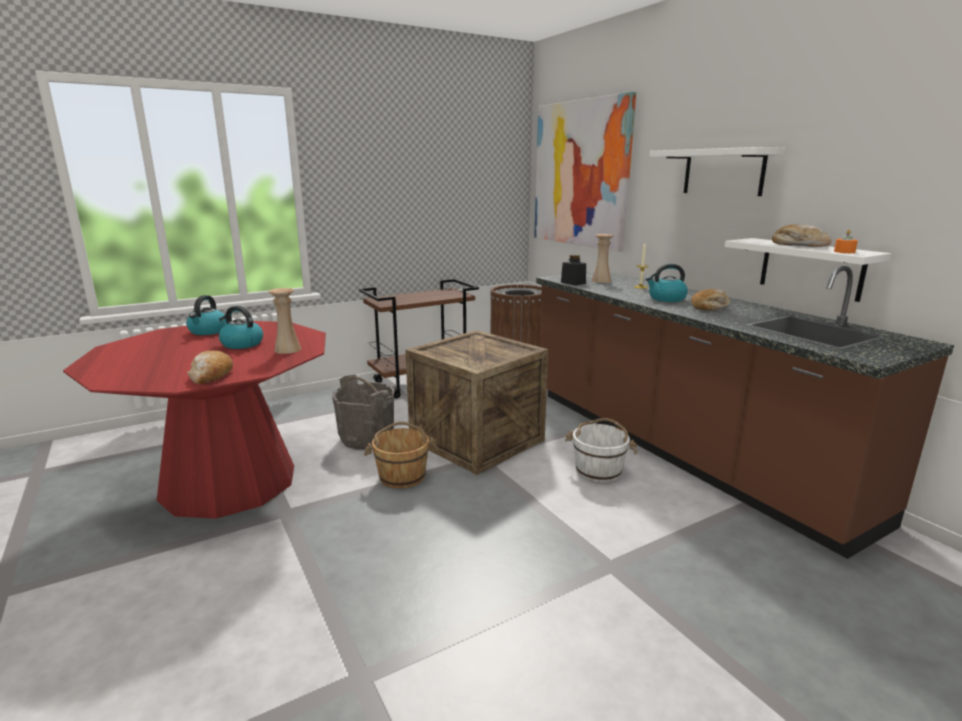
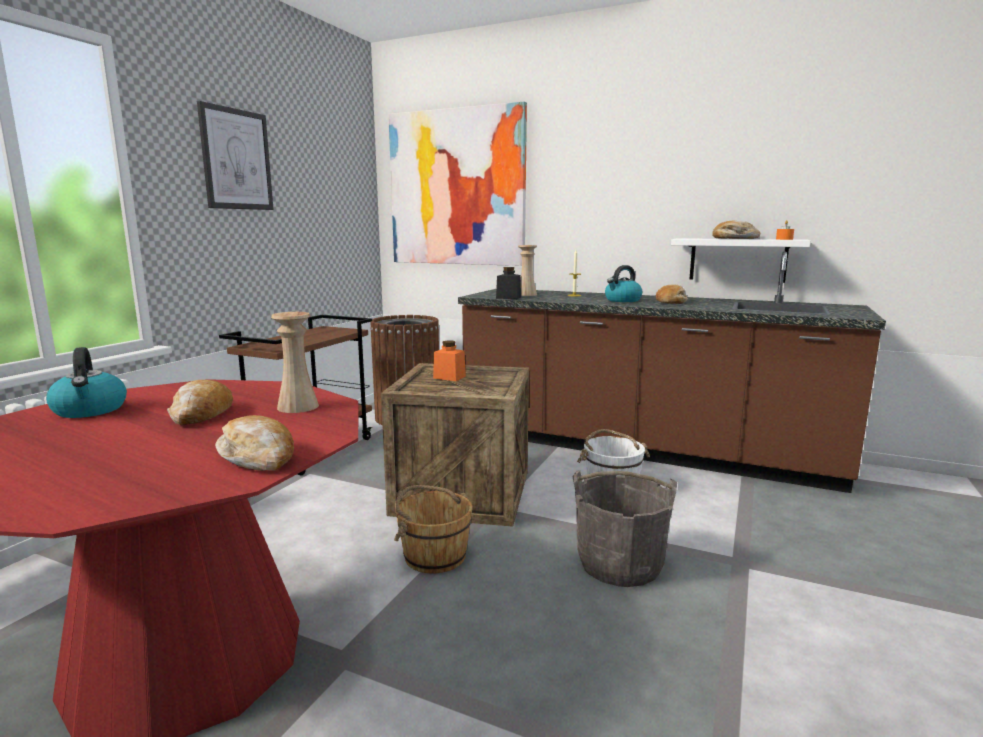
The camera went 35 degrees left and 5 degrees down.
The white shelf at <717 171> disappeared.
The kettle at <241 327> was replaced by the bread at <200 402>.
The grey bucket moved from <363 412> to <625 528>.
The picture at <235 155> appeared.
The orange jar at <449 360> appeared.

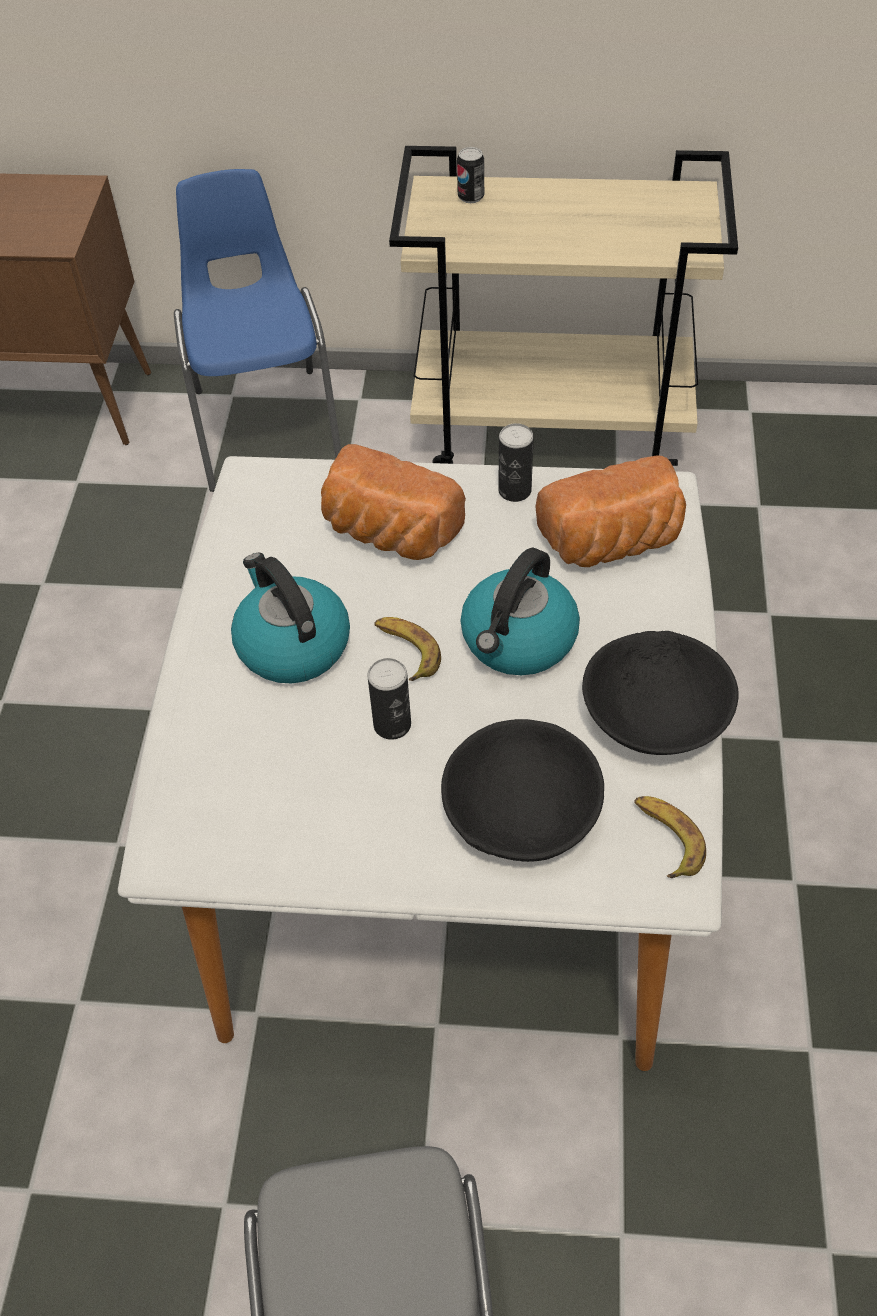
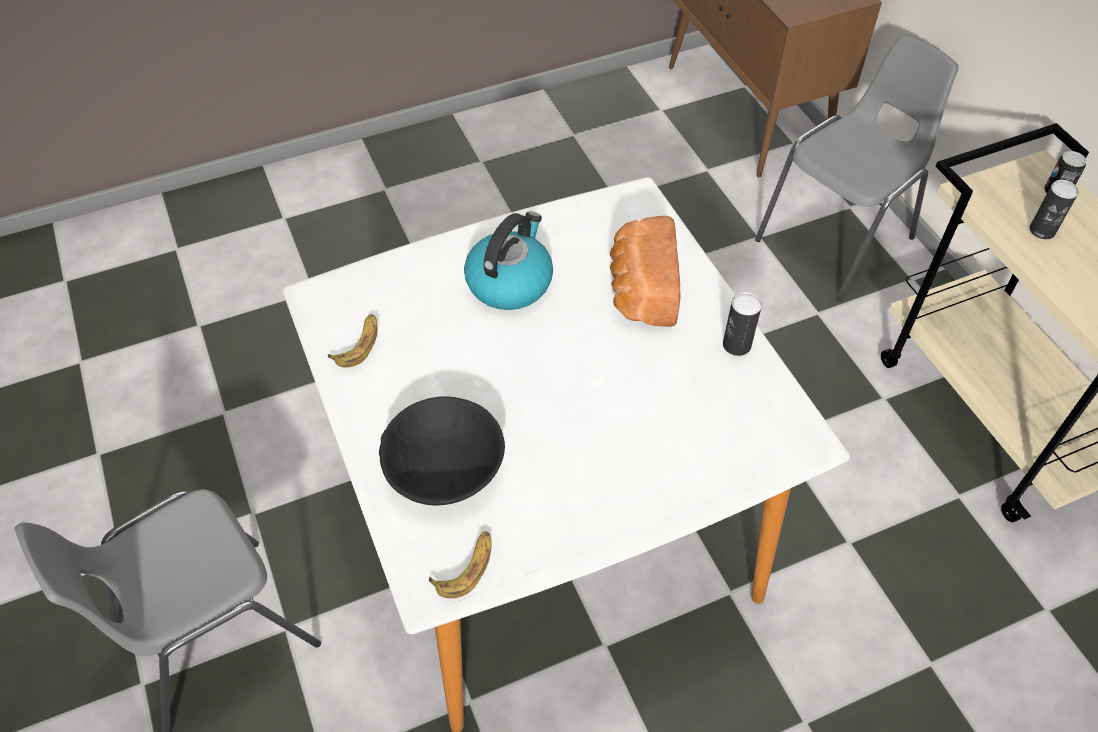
The camera went 60 degrees right and 0 degrees up.
The blue chair at <257 330> became the grey chair at <857 168>.
The bread at <611 511> disappeared.
The kettle at <520 611> disappeared.
The banana moved from <407 649> to <353 340>.
The black bowl at <660 693> disappeared.
The can moved from <389 699> to <1054 209>.

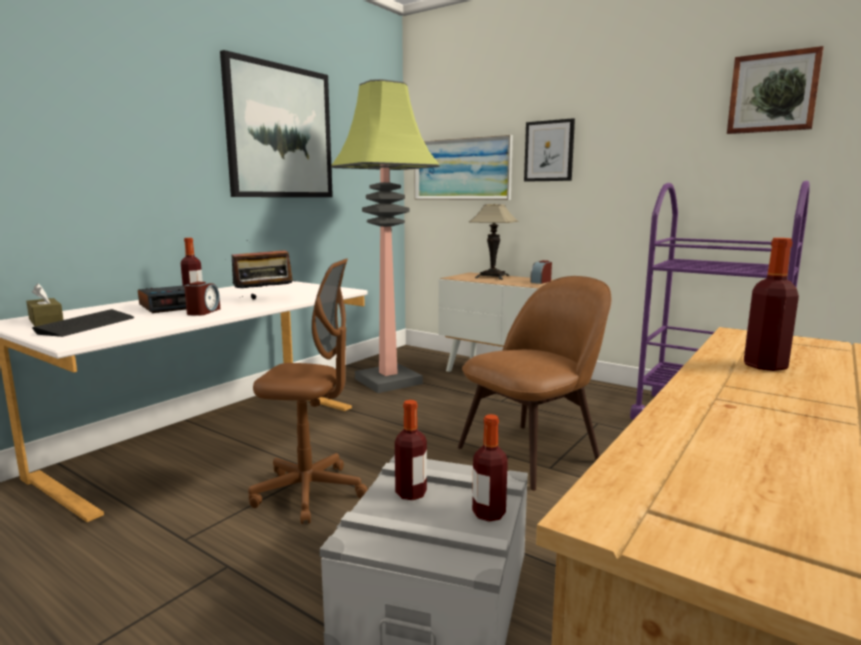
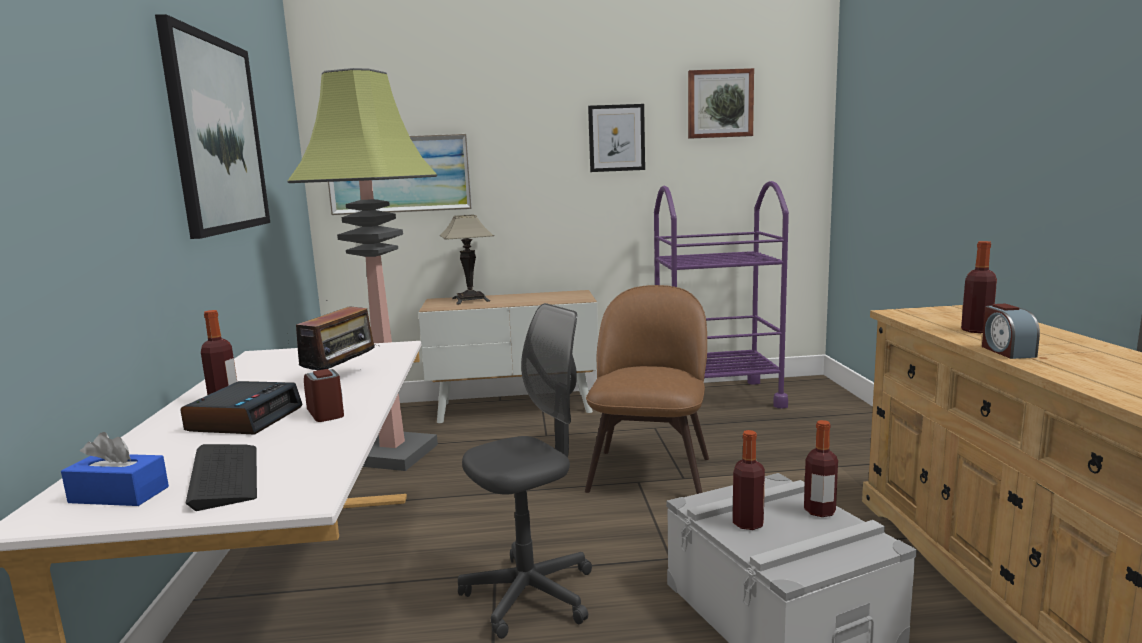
The camera went 40 degrees left and 0 degrees up.
The picture moved from <549 150> to <616 138>.
The brown office chair at <308 391> became the grey office chair at <525 471>.
The alarm clock moved from <541 272> to <1011 331>.
The brown tissue box at <45 304> became the blue tissue box at <115 469>.

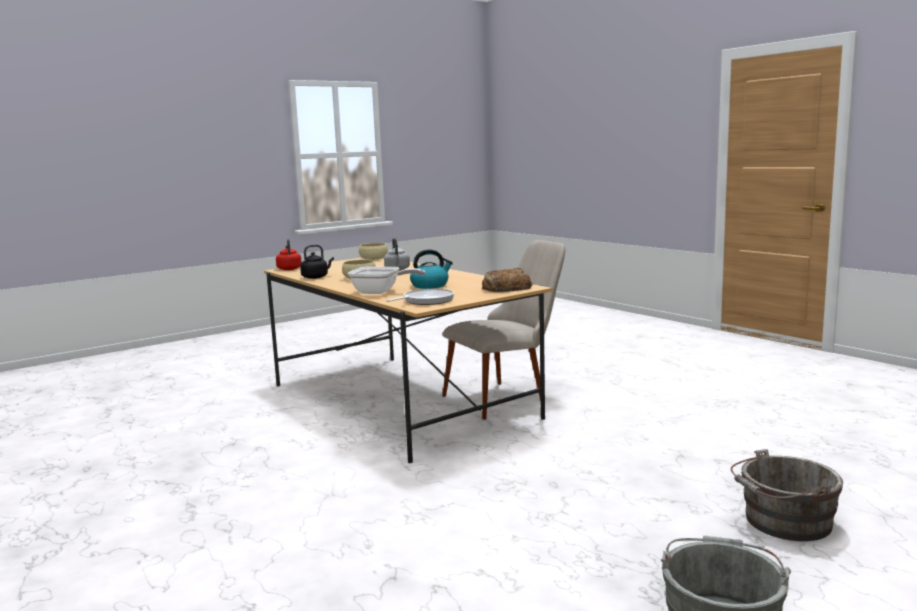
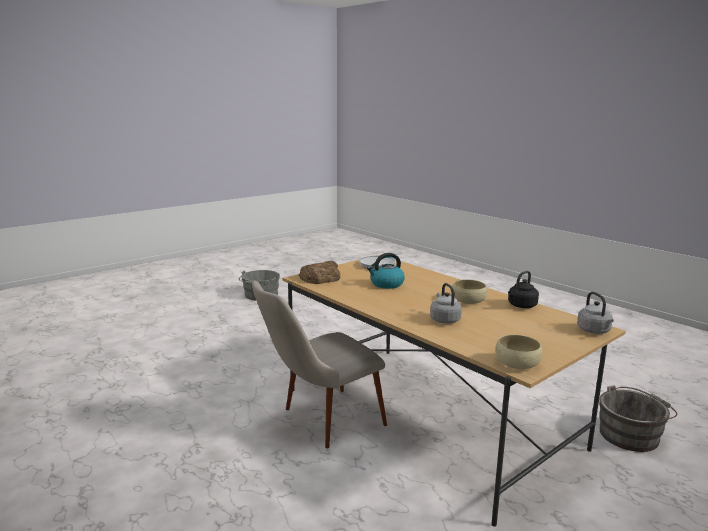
The camera went 175 degrees right and 5 degrees up.
The red kettle at <289 254> became the grey kettle at <595 313>.
The frying pan at <387 280> disappeared.
The grey bucket moved from <787 495> to <638 418>.

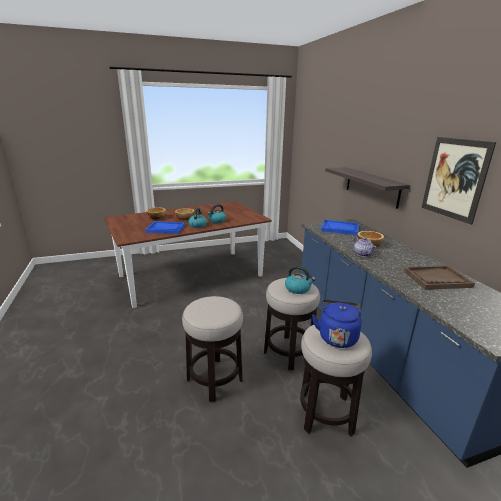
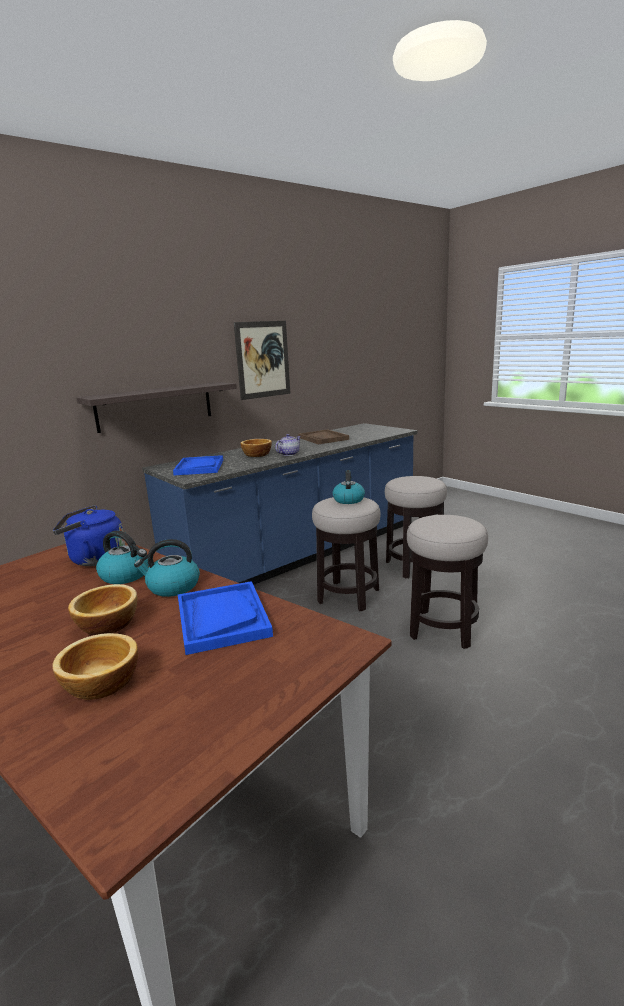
The camera went 110 degrees left and 5 degrees down.
The blue kettle moved from <337 323> to <89 535>.

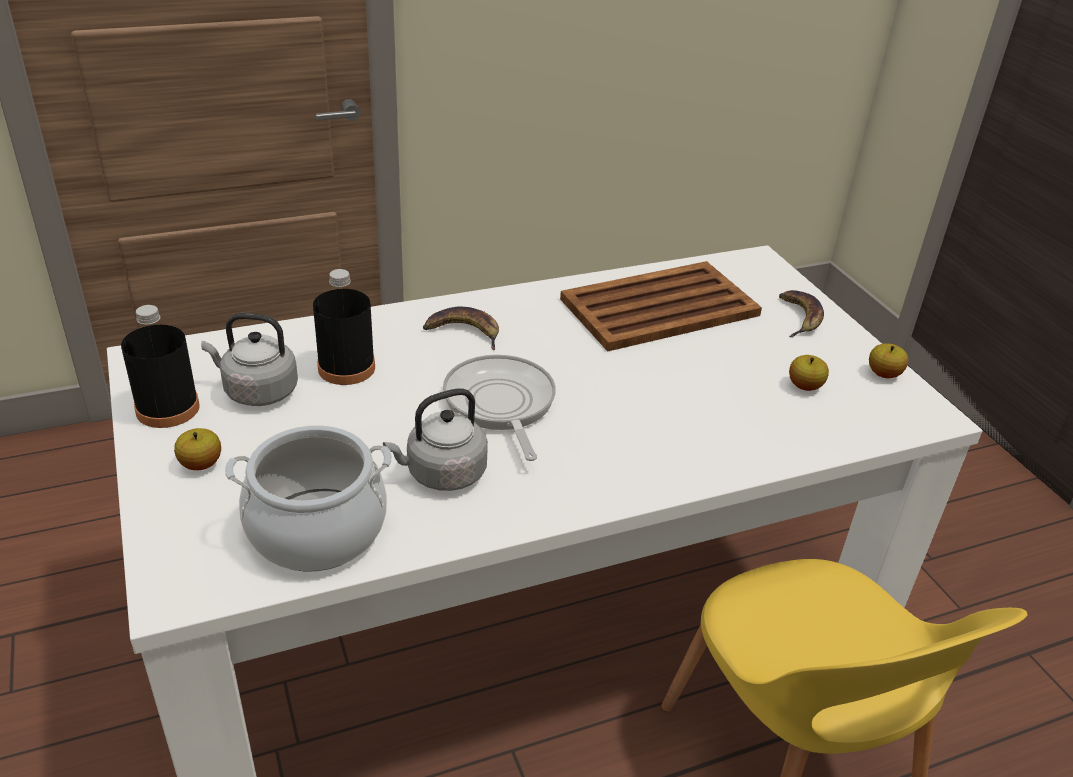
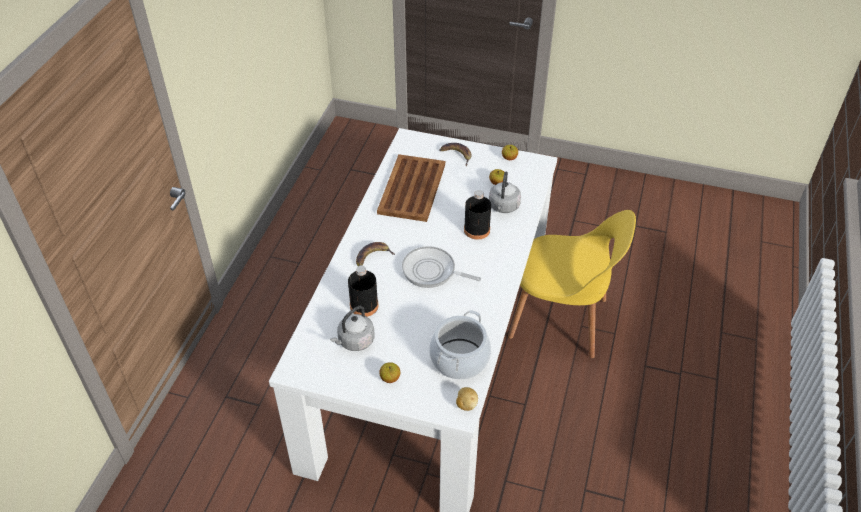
The camera went 50 degrees left and 10 degrees up.
The black bottle moved from <160 366> to <477 215>.
The grey kettle moved from <435 439> to <505 192>.
The potato at <467 399> appeared.

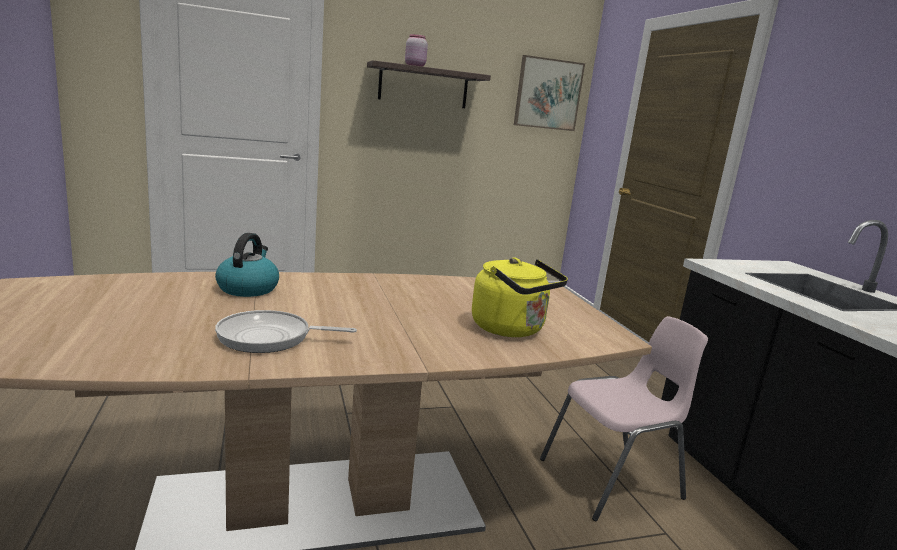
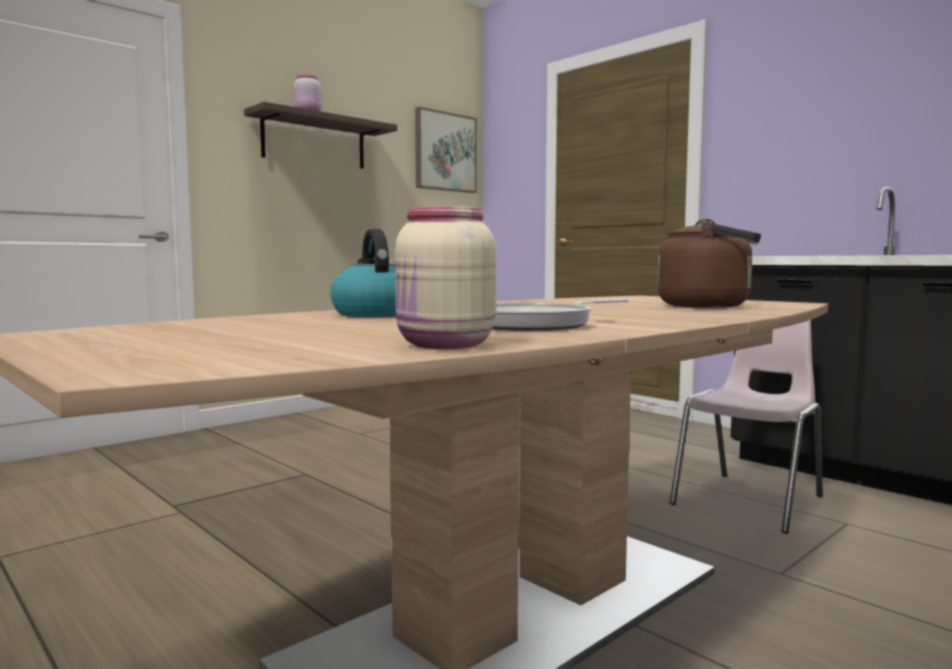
The camera went 25 degrees left and 10 degrees down.
The yellow kettle at <520 297> became the brown kettle at <709 263>.
The beige jar at <445 277> appeared.

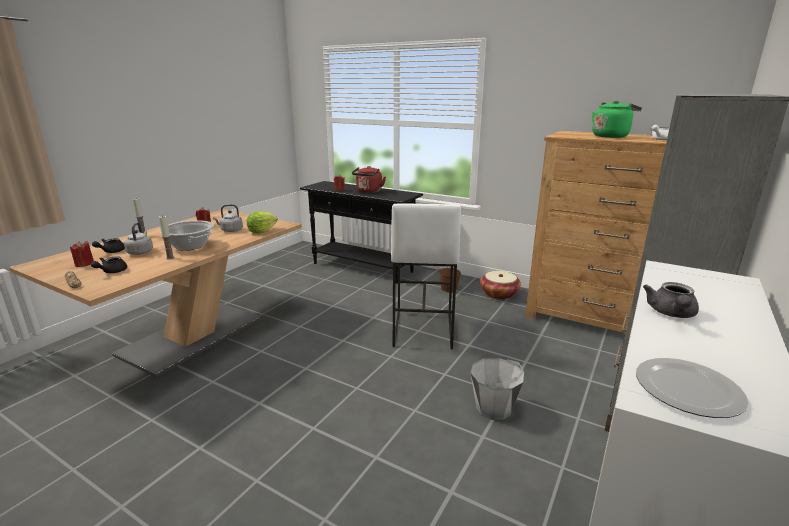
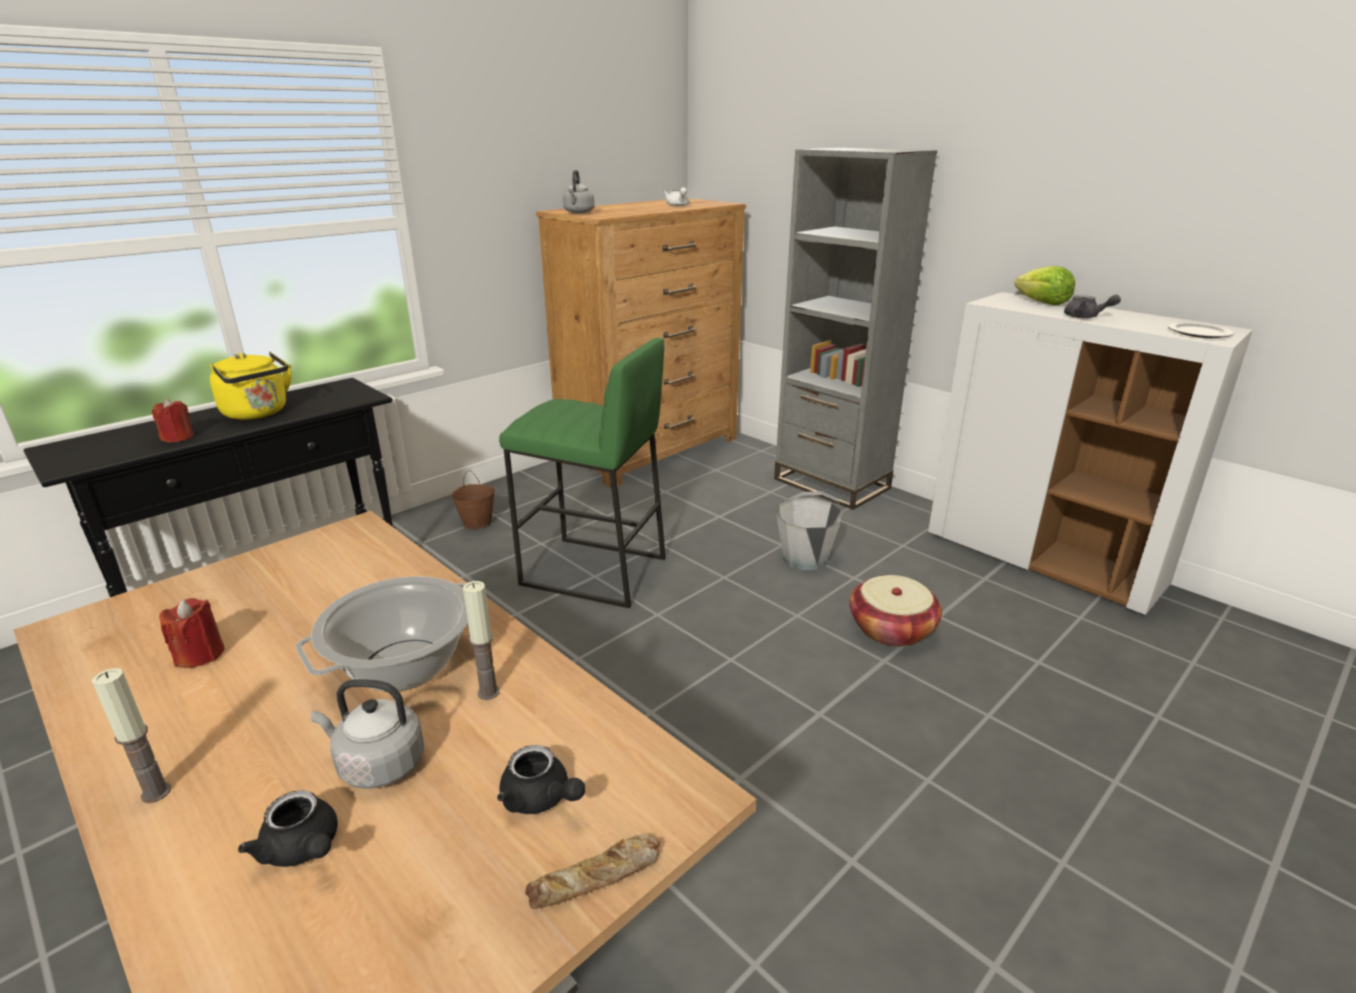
The camera went 75 degrees left and 5 degrees up.
The green kettle at <617 119> disappeared.
The red kettle at <369 179> became the yellow kettle at <251 386>.
The white stool at <426 276> became the green stool at <582 473>.
The grey kettle moved from <228 218> to <578 191>.
The lettuce moved from <262 222> to <1044 285>.
The red candle at <82 254> disappeared.
The basket moved from <500 285> to <895 611>.

